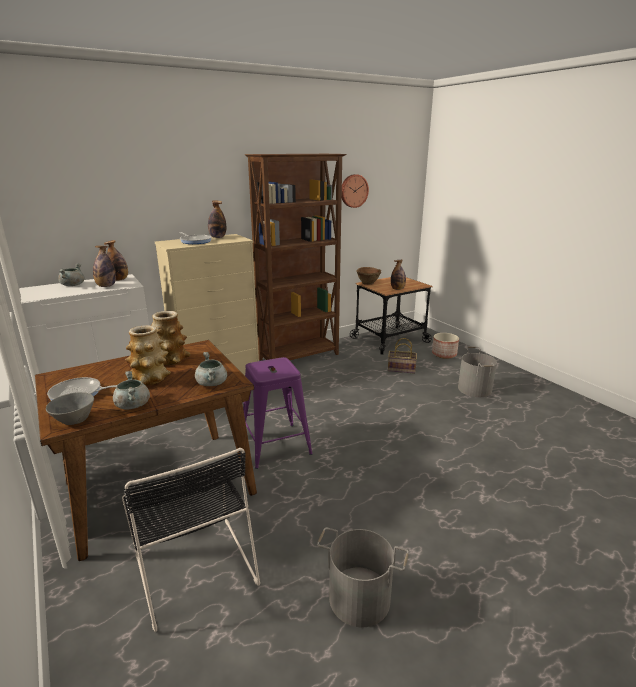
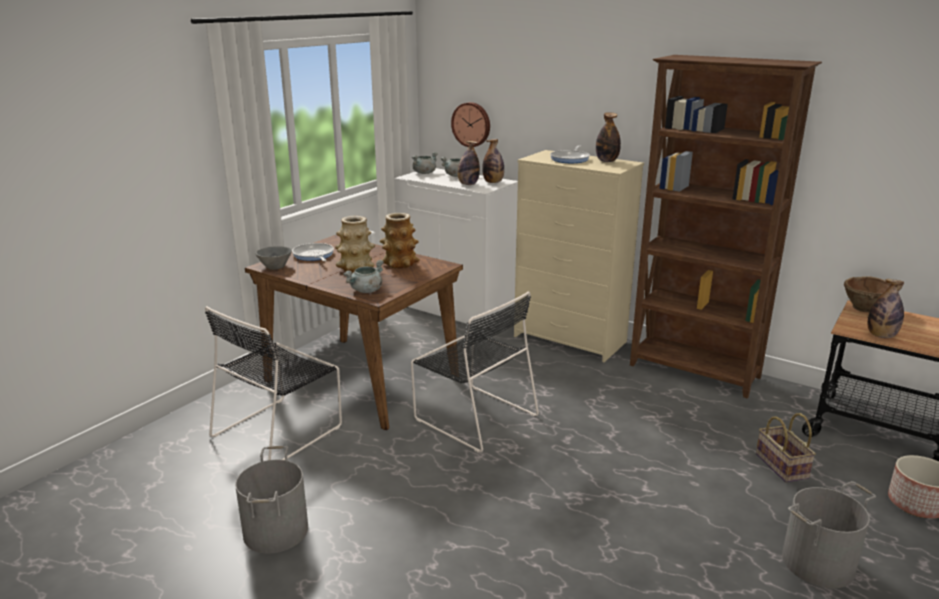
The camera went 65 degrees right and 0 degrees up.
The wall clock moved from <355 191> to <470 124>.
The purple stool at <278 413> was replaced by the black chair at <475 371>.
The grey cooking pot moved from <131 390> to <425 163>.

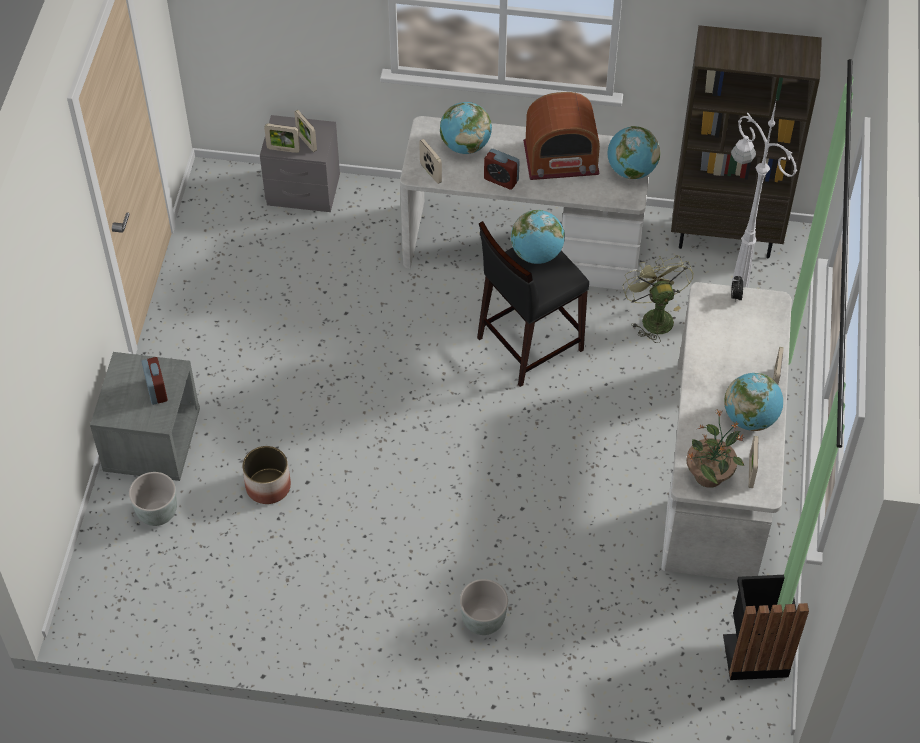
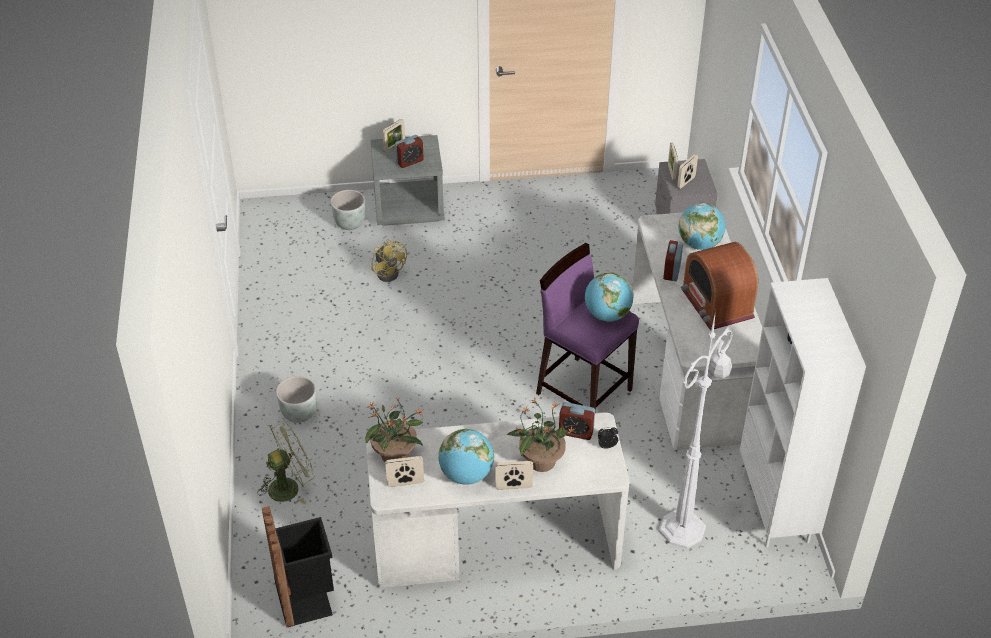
The camera went 75 degrees right and 10 degrees down.
The brown bookcase at <746 141> became the white bookcase at <803 412>.
The globe at <634 152> disappeared.
The picture frame moved from <430 161> to <393 136>.
The black stool at <533 304> became the purple stool at <587 327>.
The green fan moved from <658 299> to <286 462>.
The planter at <266 475> was replaced by the yellow fan at <389 260>.
The potted plant at <541 435> appeared.
The alarm clock at <577 421> appeared.

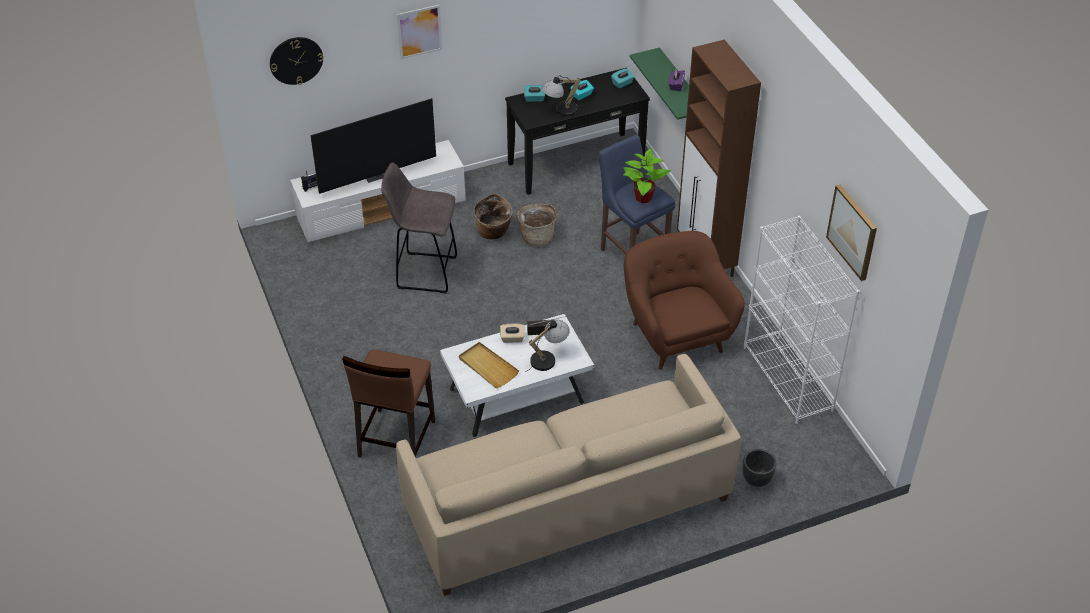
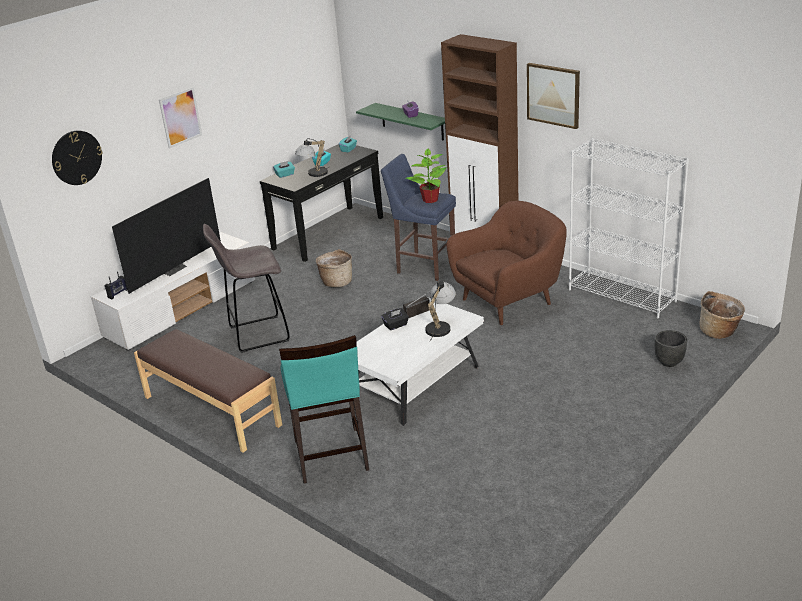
The camera went 25 degrees left and 15 degrees down.
The picture moved from <851 232> to <553 96>.
The basket moved from <493 216> to <722 315>.
The brown armchair at <684 300> turned 105 degrees clockwise.
The beige tissue box at <512 333> became the black tissue box at <395 319>.
The beige tray at <489 365> disappeared.
The brown stool at <388 403> became the turquoise stool at <324 409>.
The beige sofa at <568 475> disappeared.
The brown bench at <208 390> appeared.

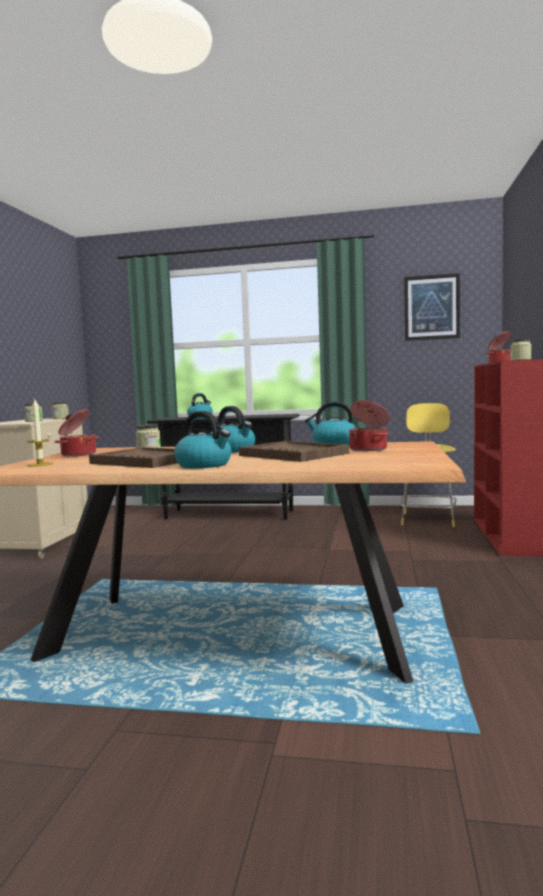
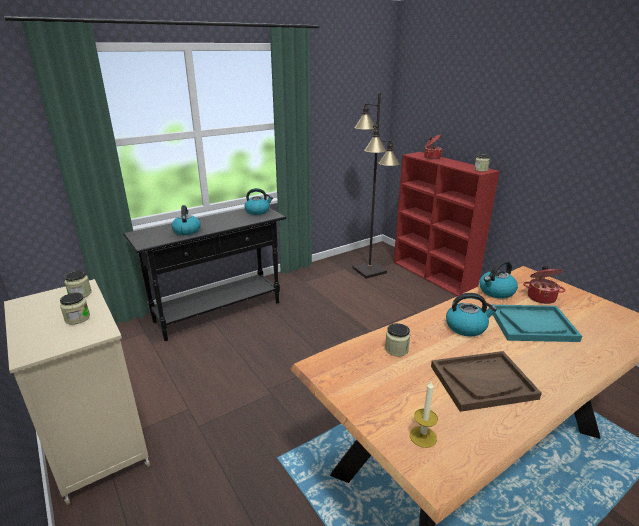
The camera went 45 degrees left and 20 degrees up.
The picture at <432 307> disappeared.
The yellow stool at <428 465> was replaced by the black floor lamp at <376 186>.
The cooking pot at <77 433> disappeared.
The kettle moved from <203 439> to <258 201>.
The brown tray at <294 451> became the turquoise tray at <537 323>.

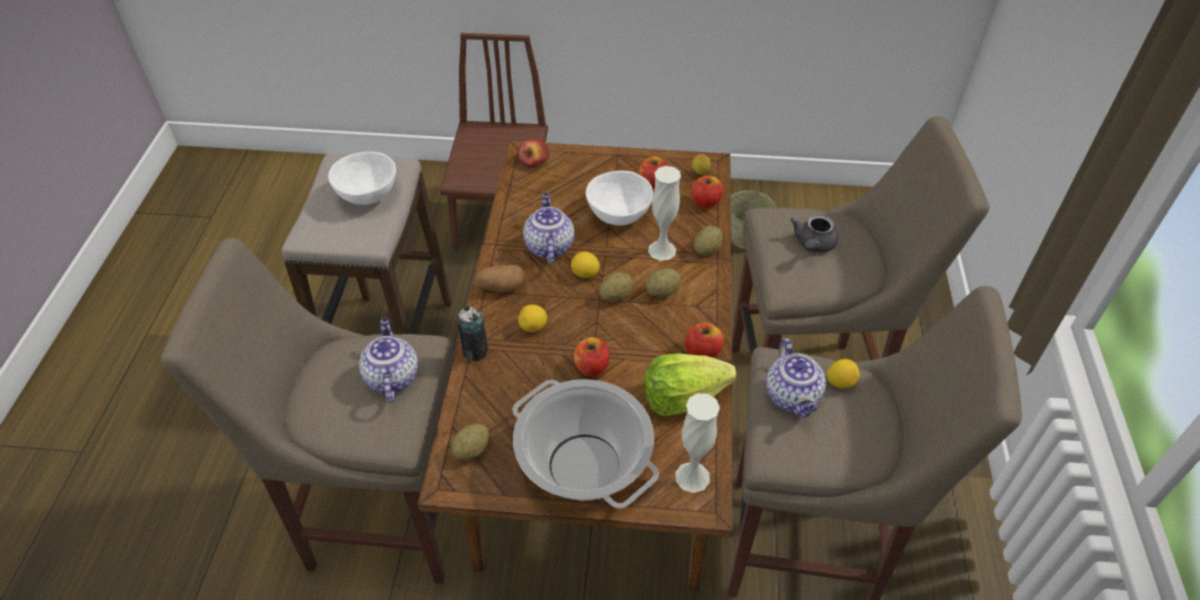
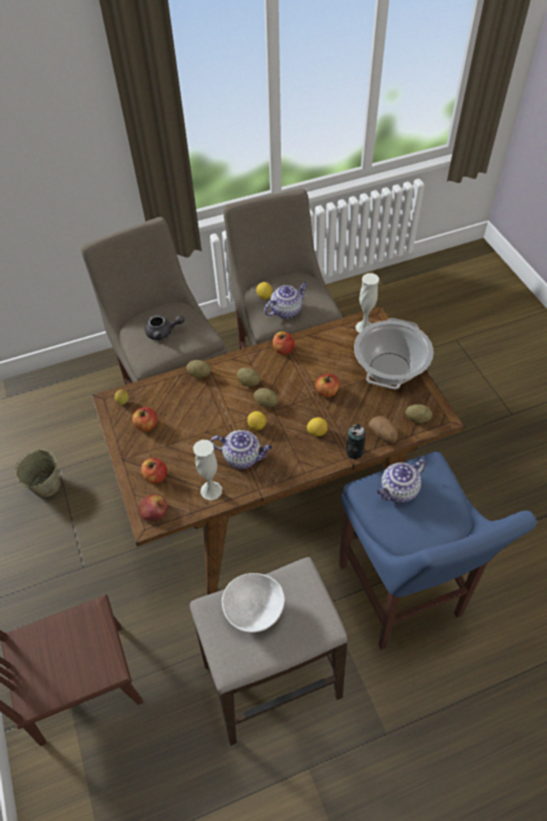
The camera went 115 degrees left and 5 degrees up.
The white vase moved from <664 213> to <207 470>.
The white bowl at <619 198> disappeared.
The apple moved from <707 192> to <154 471>.
The teapot at <548 228> turned 135 degrees counterclockwise.
The beige stool at <307 411> became the blue stool at <438 550>.
The potato moved from <500 278> to <383 430>.
The lettuce at <690 384> disappeared.

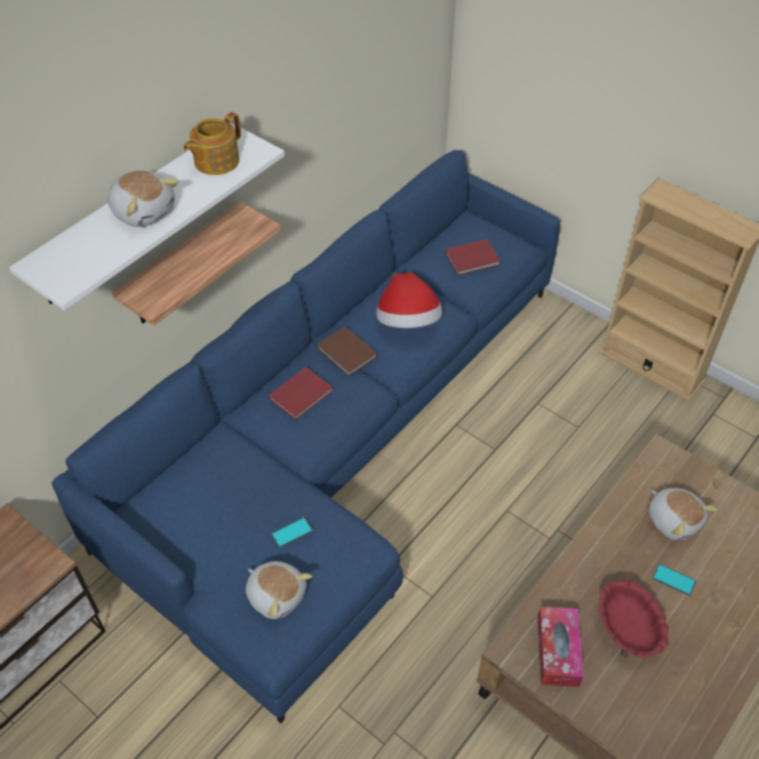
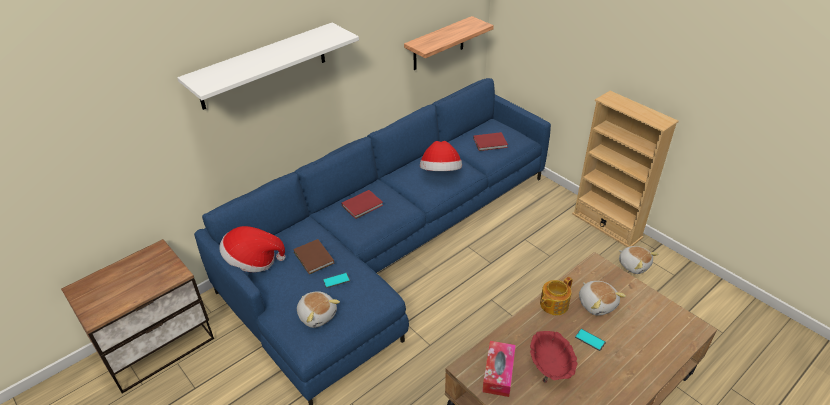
The camera went 10 degrees right and 10 degrees down.
The teapot moved from <212 143> to <556 296>.
The plush toy moved from <143 198> to <638 260>.
The shelf moved from <196 264> to <449 43>.
The brown book moved from <347 351> to <313 256>.
The hat at <252 249> appeared.

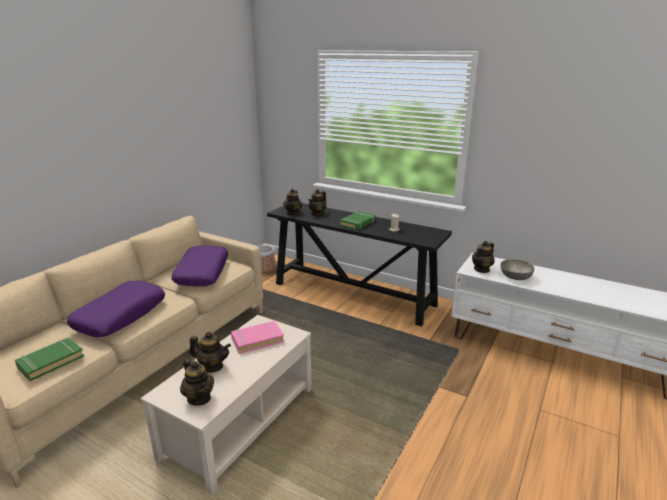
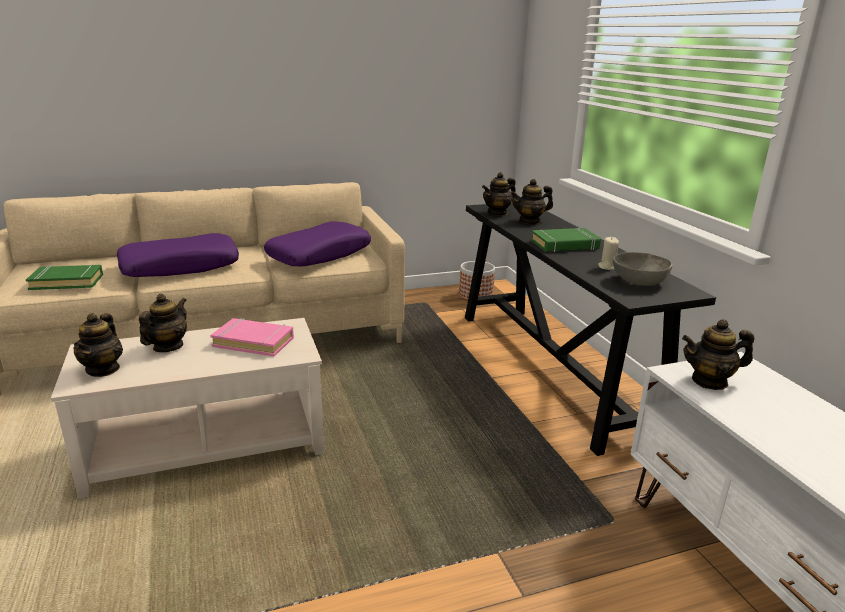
The camera went 40 degrees right and 0 degrees up.
The grey bowl moved from <517 269> to <643 269>.
The teapot at <210 352> turned 120 degrees counterclockwise.

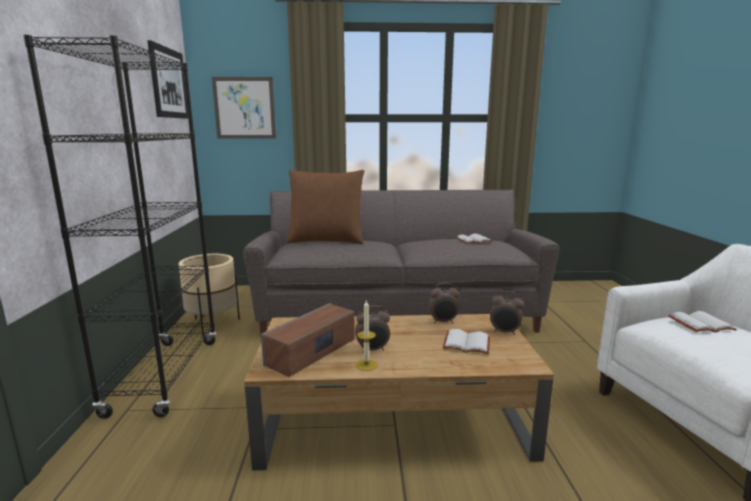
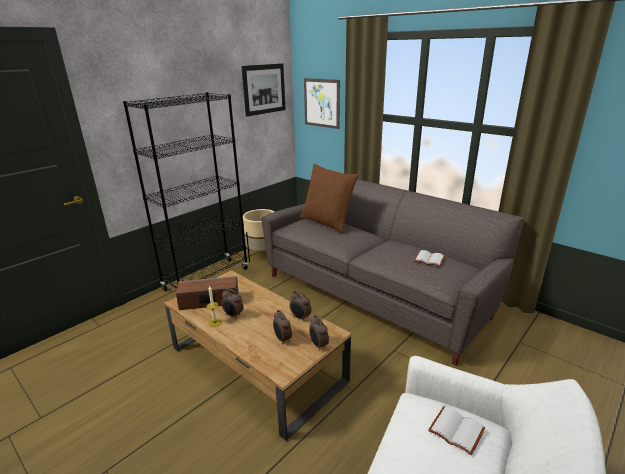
The camera went 45 degrees right and 10 degrees up.
The white book at <466 341> was replaced by the alarm clock at <282 327>.

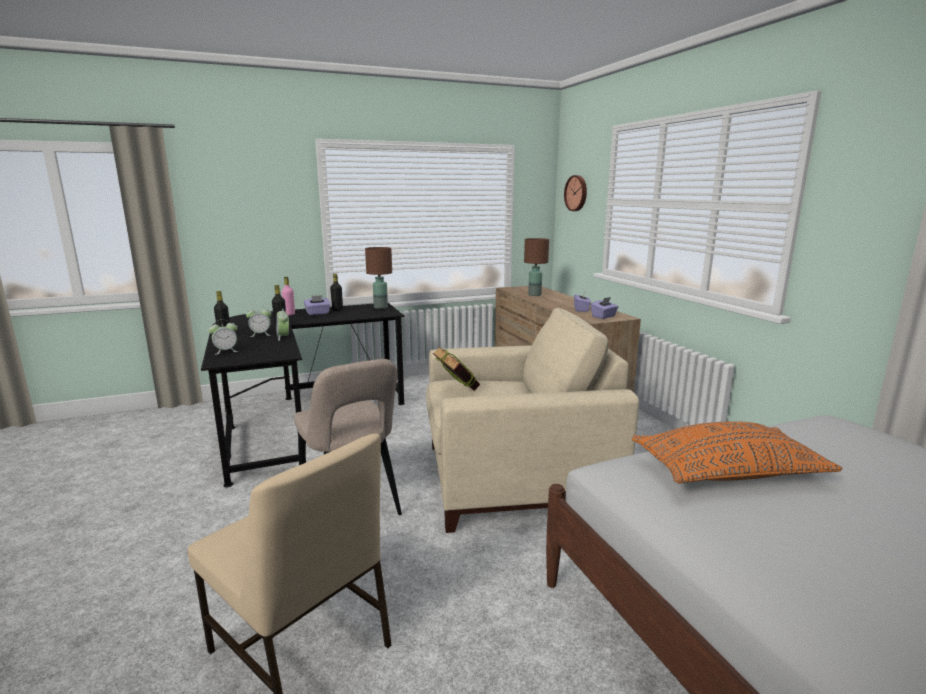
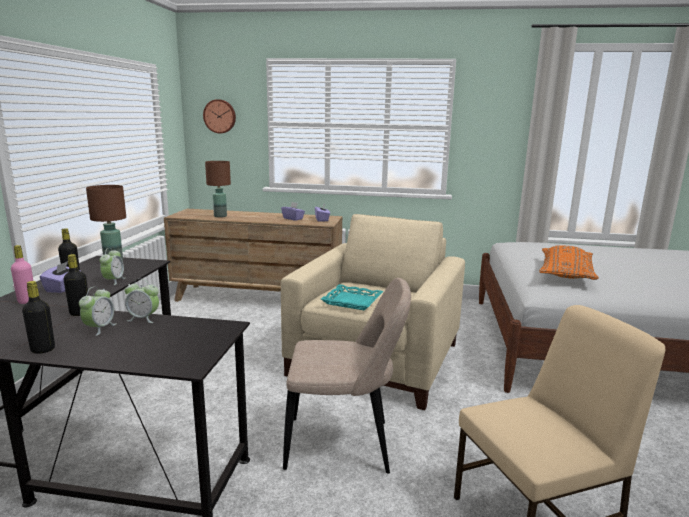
The camera went 60 degrees left and 0 degrees up.
The alarm clock moved from <223 337> to <112 266>.
The book at <456 368> was replaced by the turquoise tray at <352 297>.

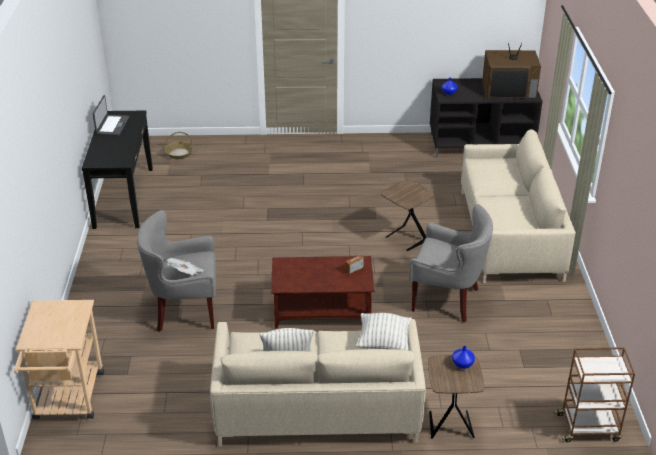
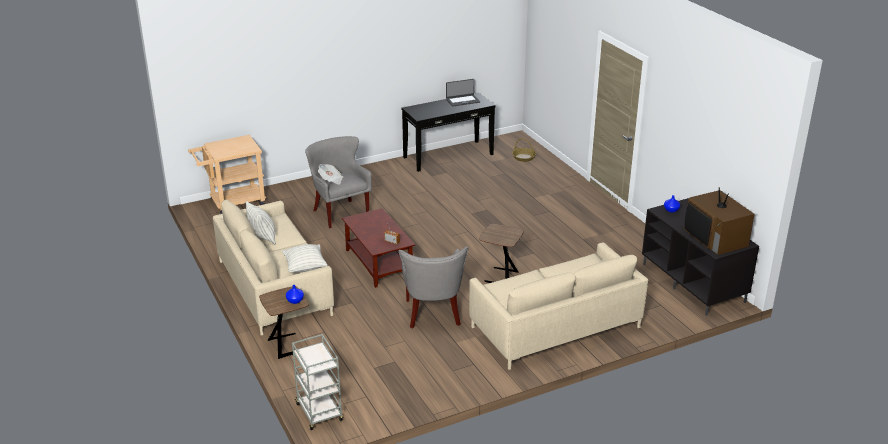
The camera went 65 degrees right and 5 degrees down.
The brown cart at <594 394> became the grey cart at <317 382>.

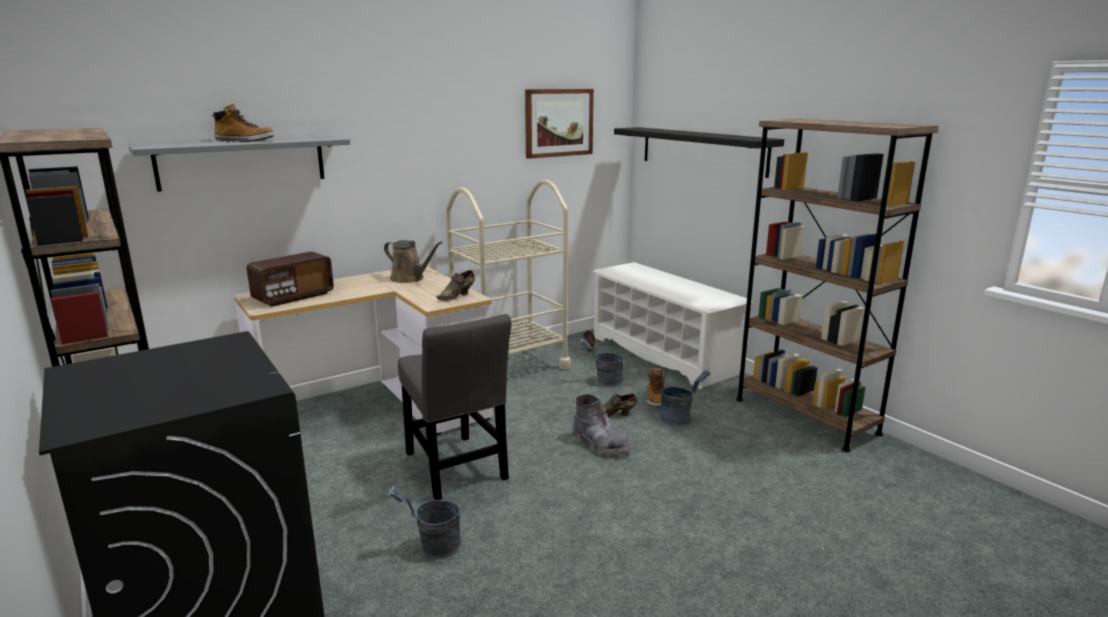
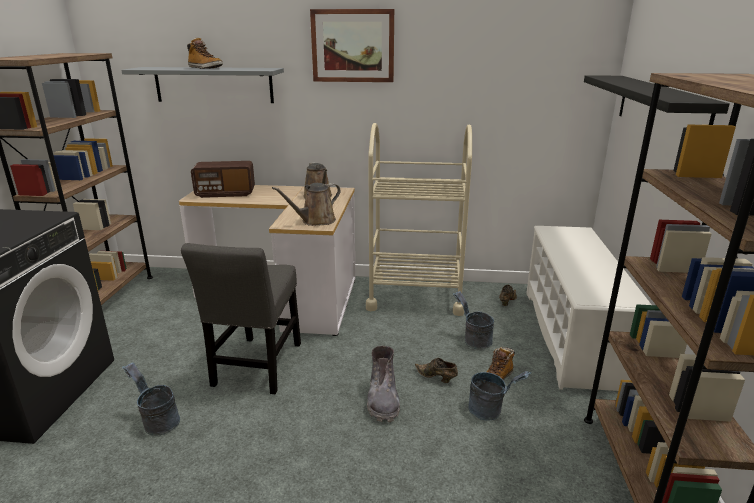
The camera went 40 degrees right and 5 degrees up.
The picture moved from <559 124> to <352 45>.
The brown shoe at <455 285> was replaced by the brown watering can at <306 204>.

